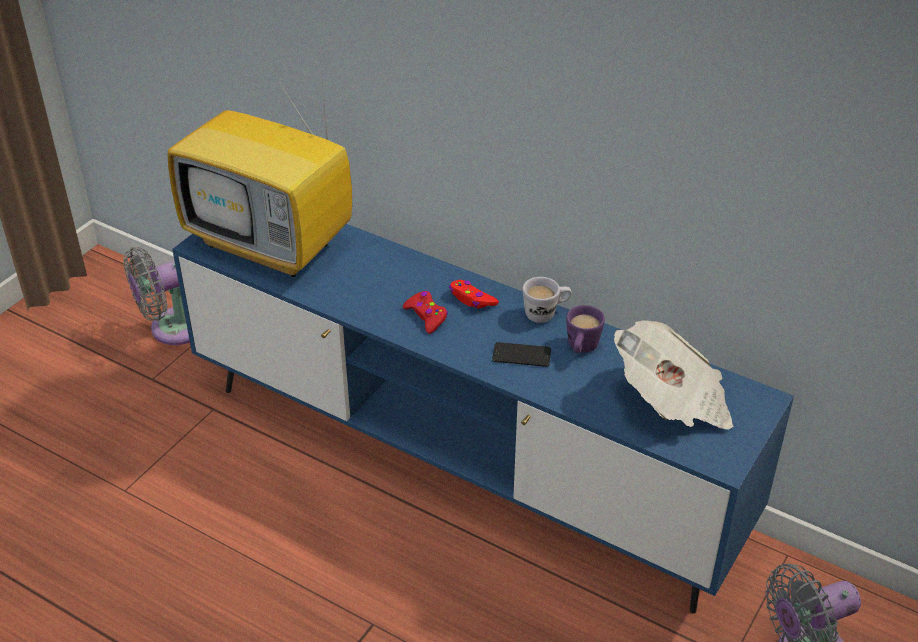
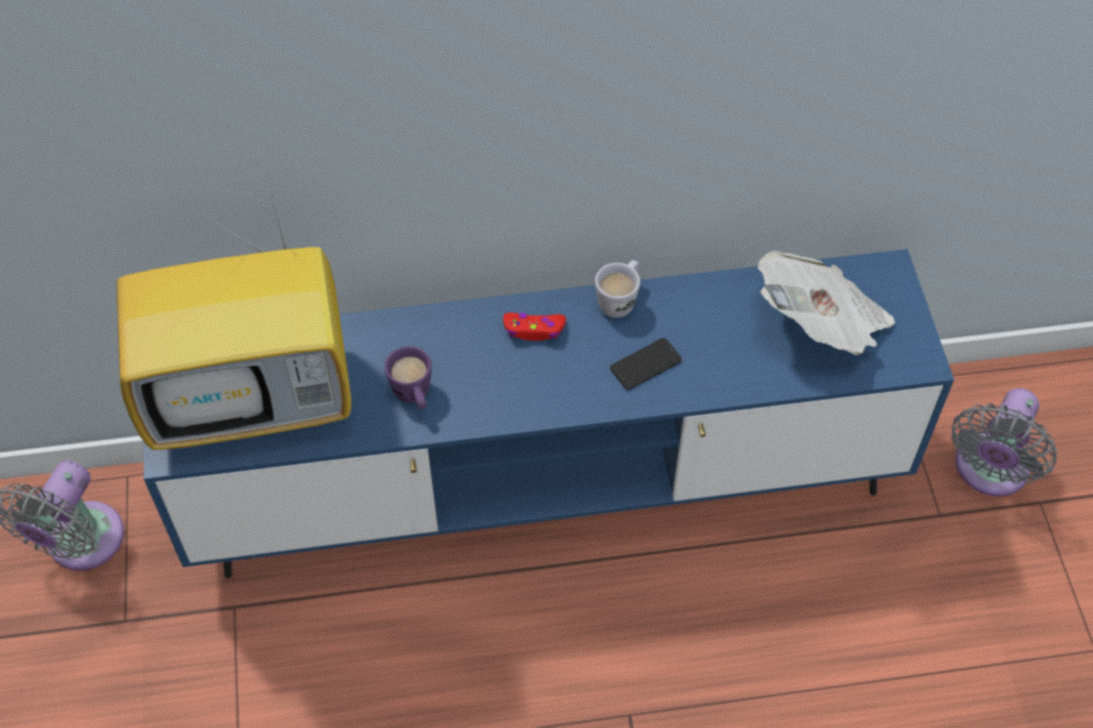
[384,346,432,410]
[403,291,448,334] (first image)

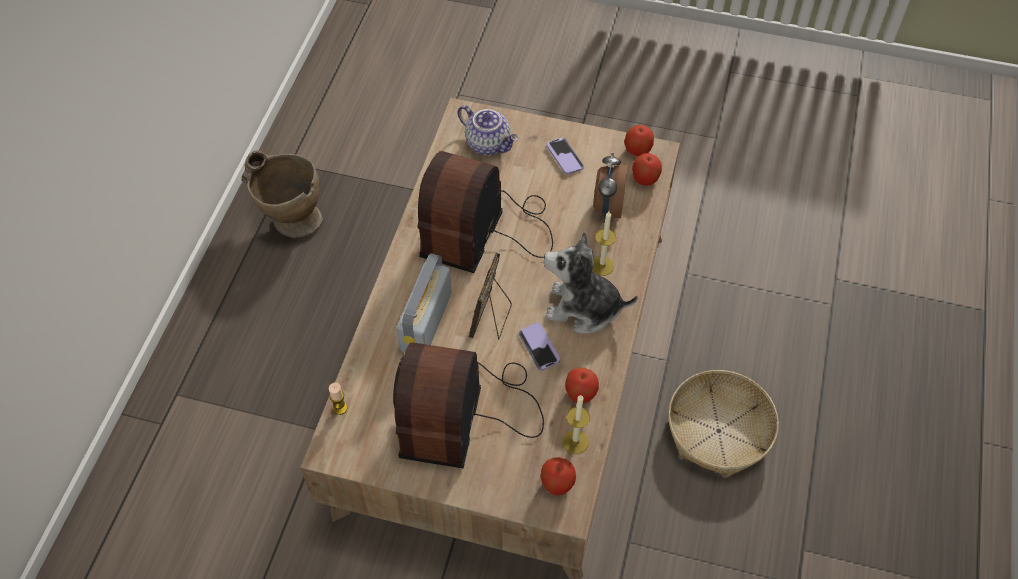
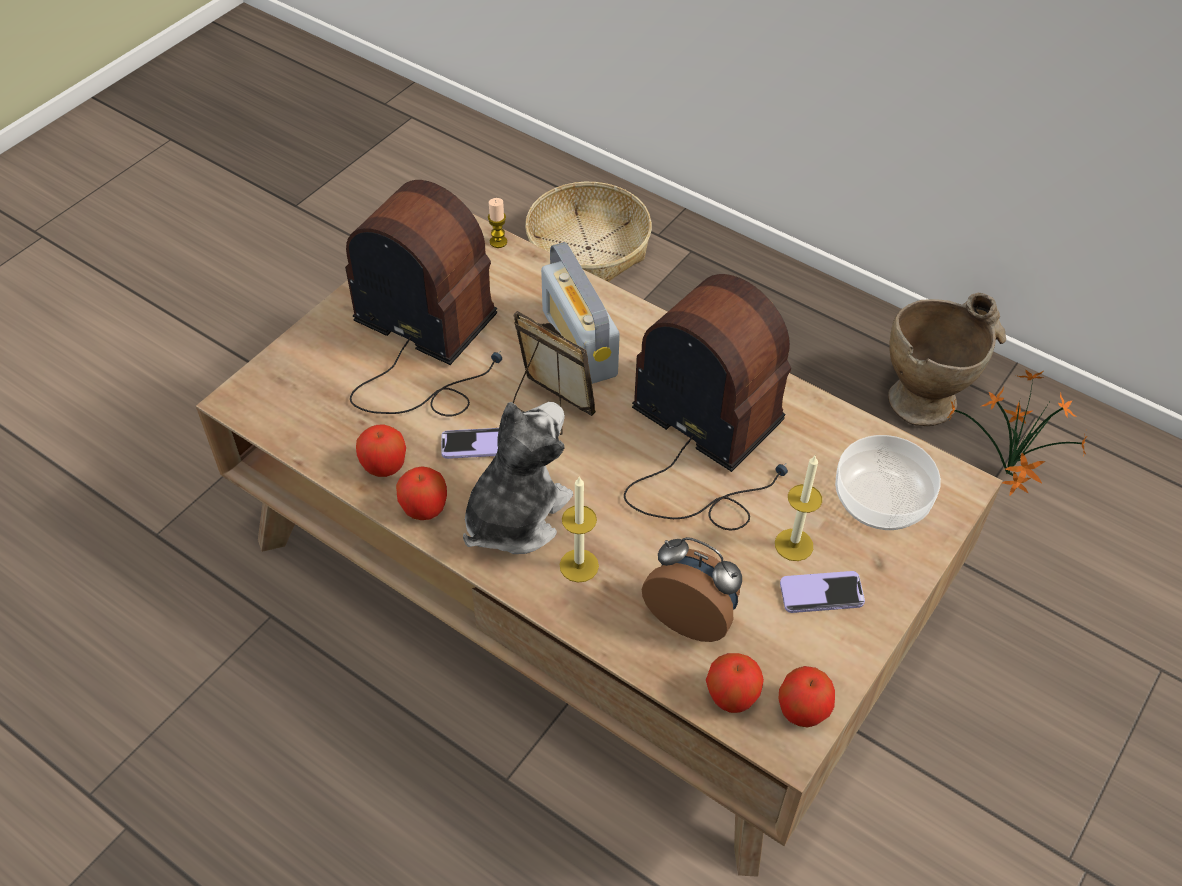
[396,466,447,520]
[525,182,652,282]
[541,242,620,384]
[775,454,822,561]
[835,435,941,530]
[947,369,1087,496]

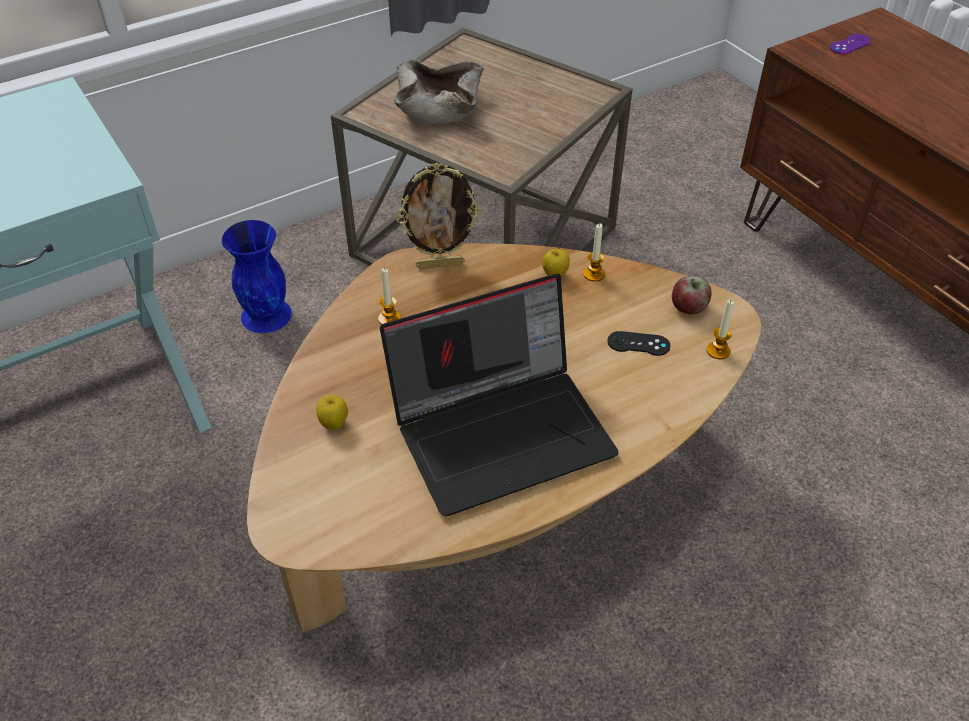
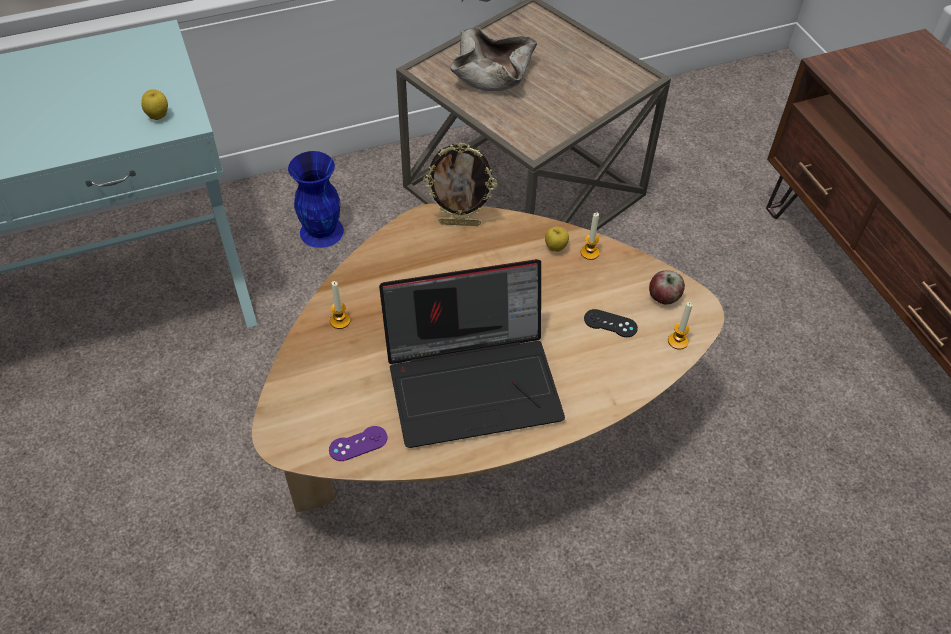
[141,89,168,120]
[329,426,387,461]
[330,281,350,329]

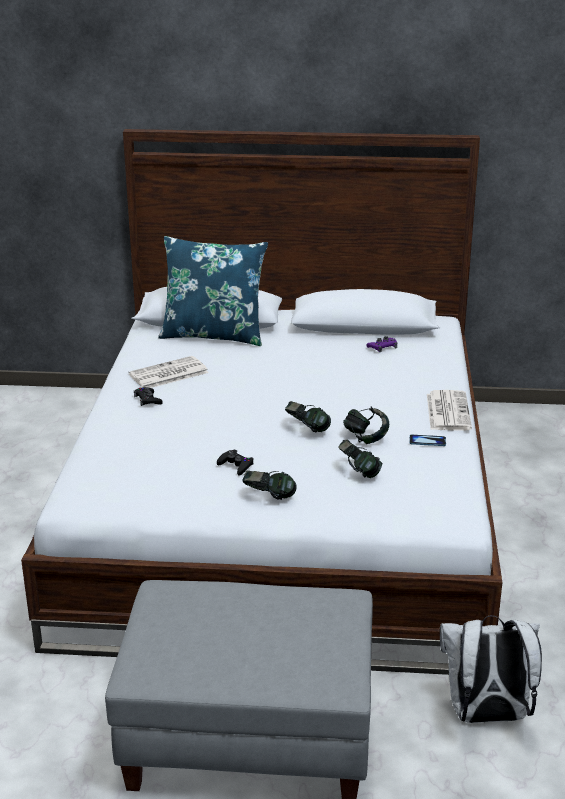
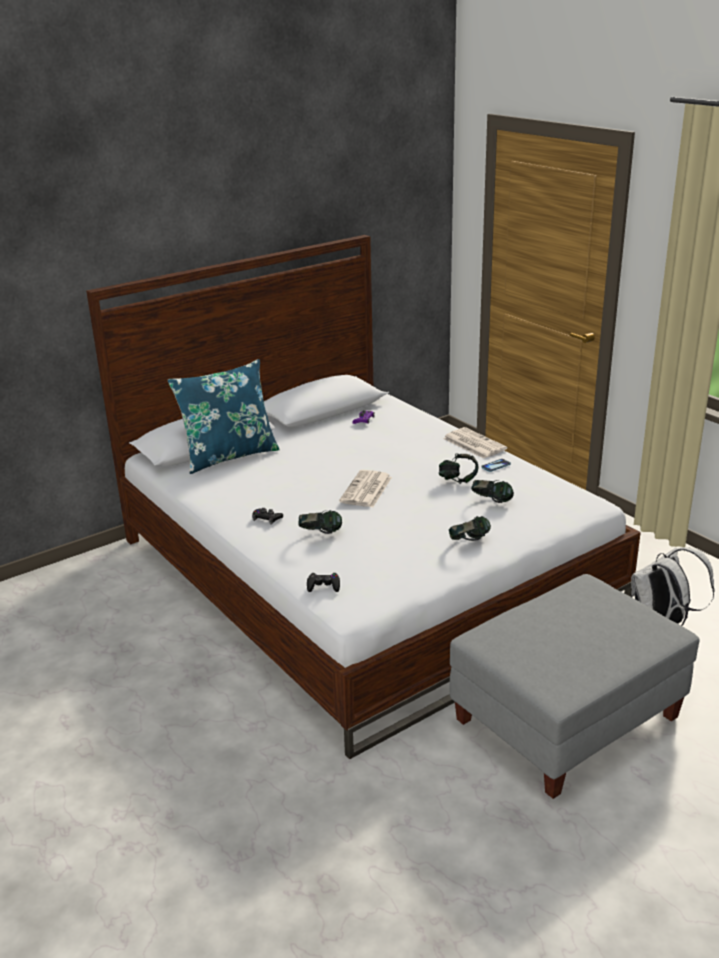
[298,510,342,534]
[307,573,340,592]
[339,470,392,507]

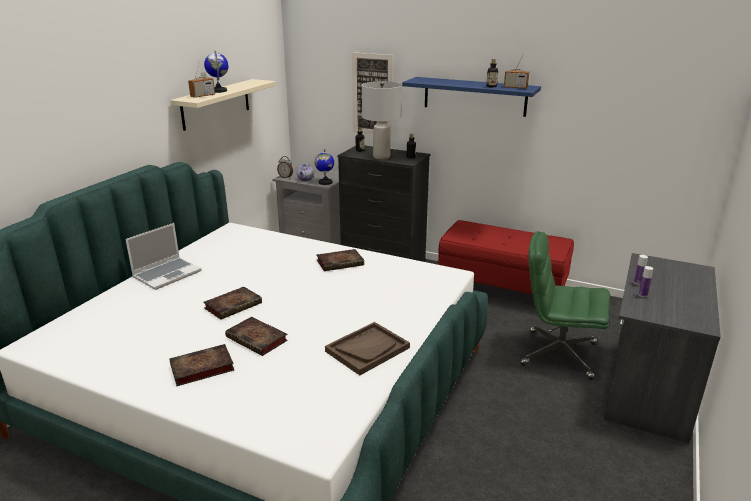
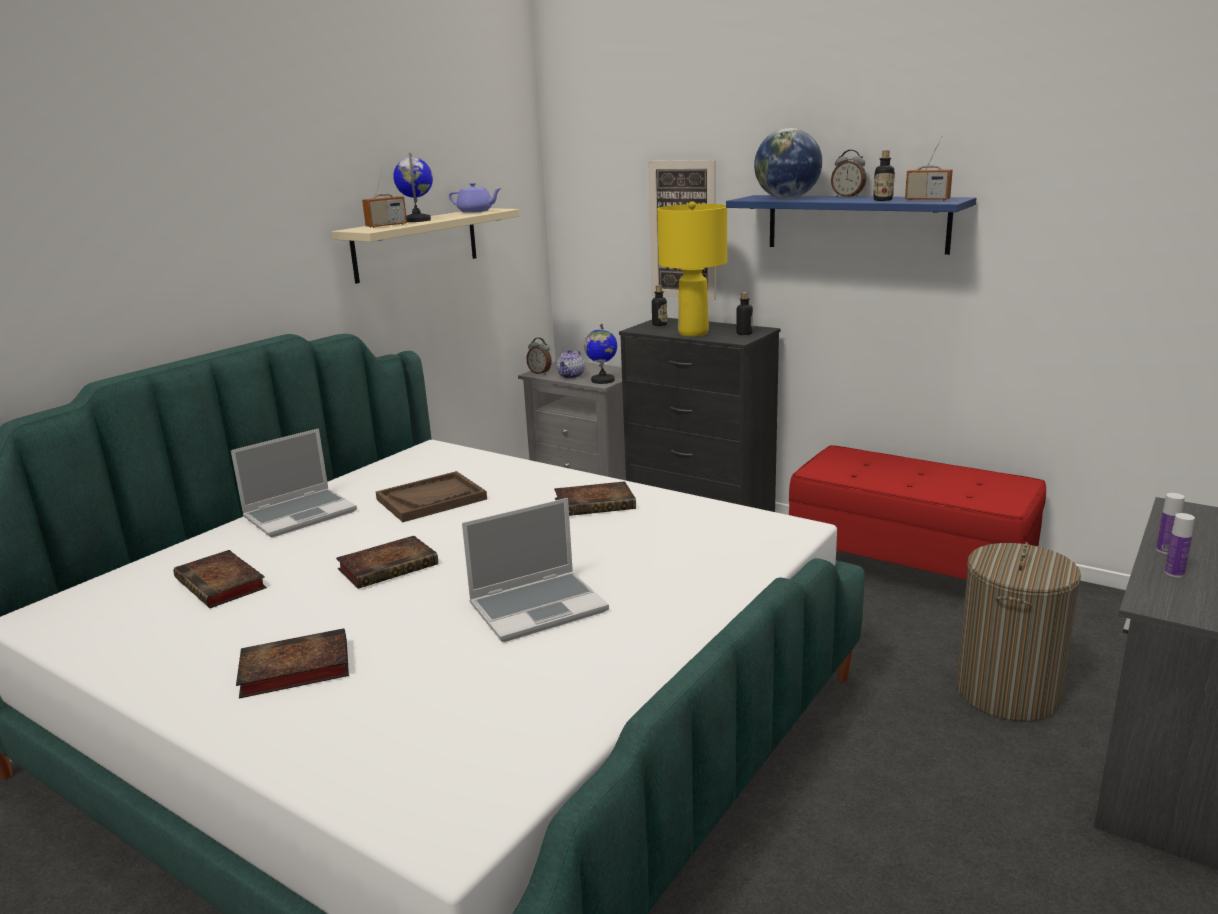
[173,550,267,608]
[376,471,487,522]
[449,183,502,213]
[462,498,609,642]
[657,201,727,337]
[754,128,822,199]
[831,150,866,197]
[956,542,1081,721]

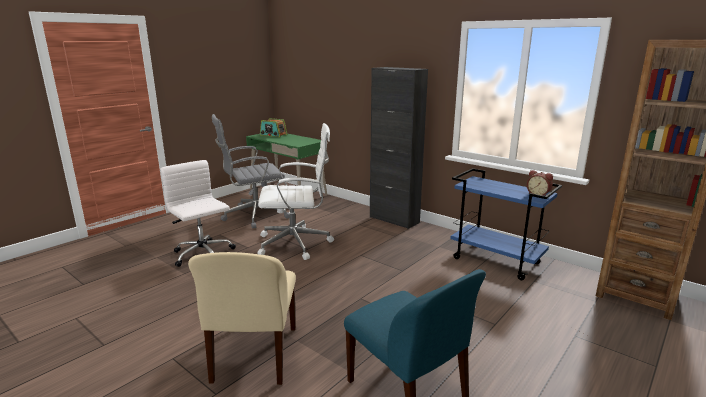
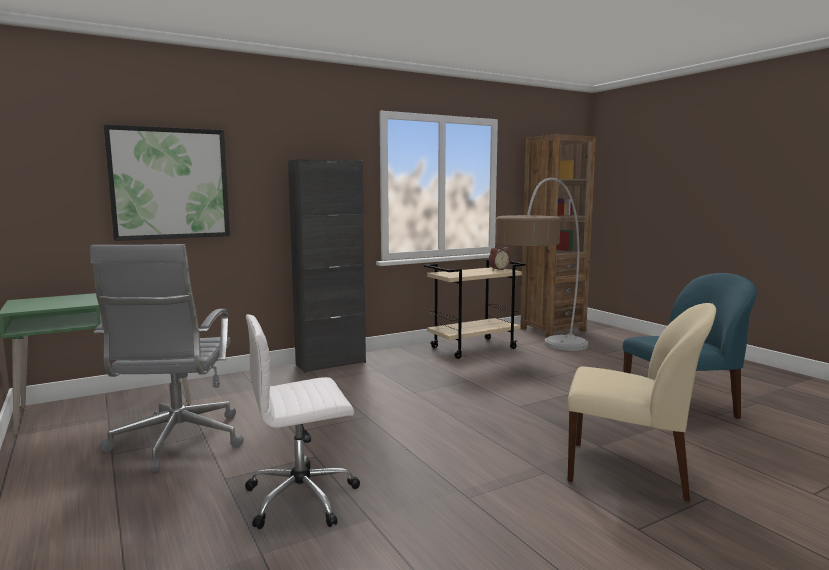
[103,124,230,241]
[424,260,525,359]
[495,178,588,351]
[258,123,334,260] (first image)
[260,118,287,137] (first image)

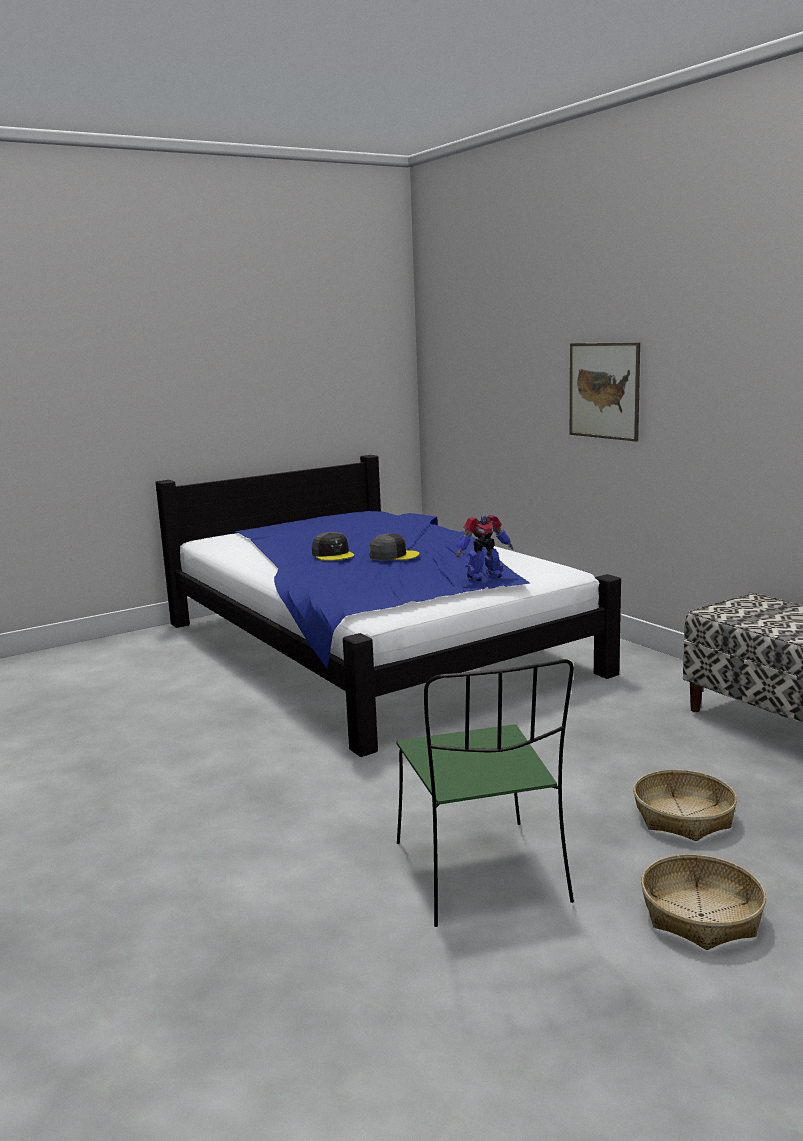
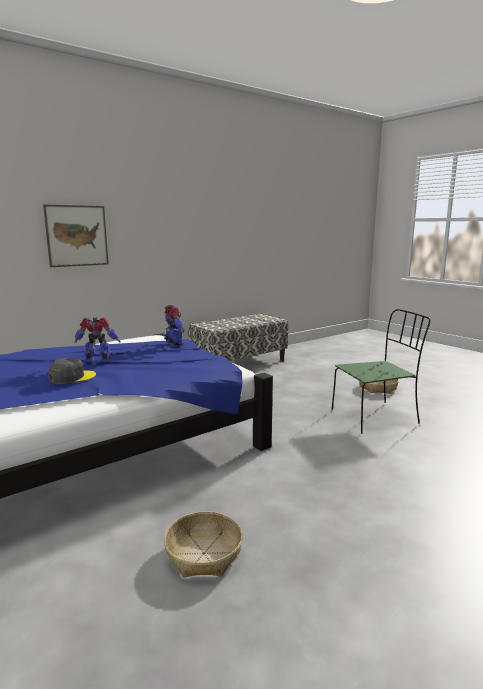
[75,317,121,362]
[164,511,243,577]

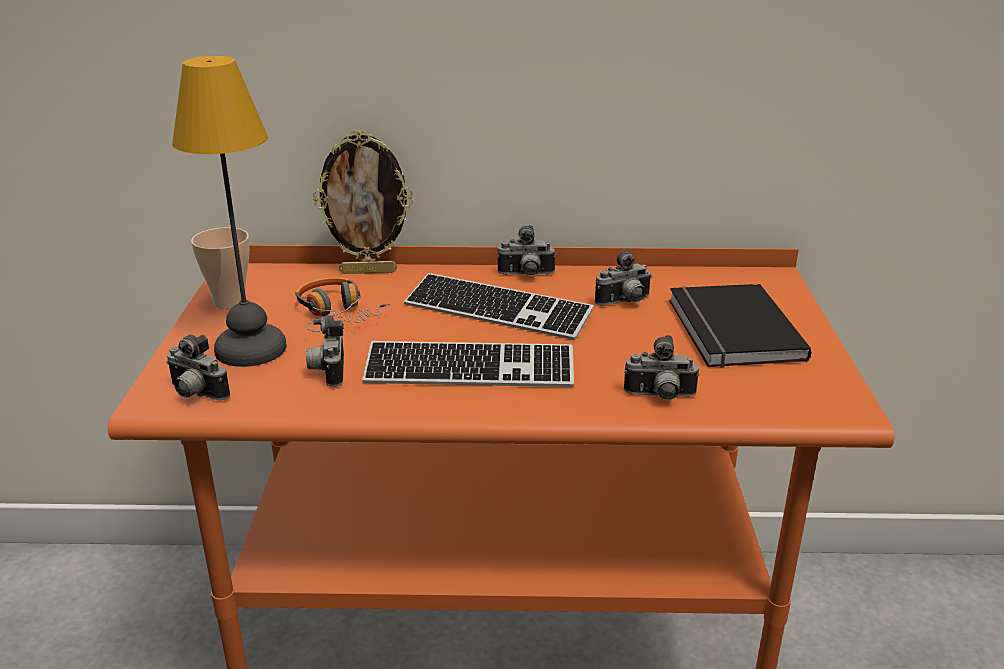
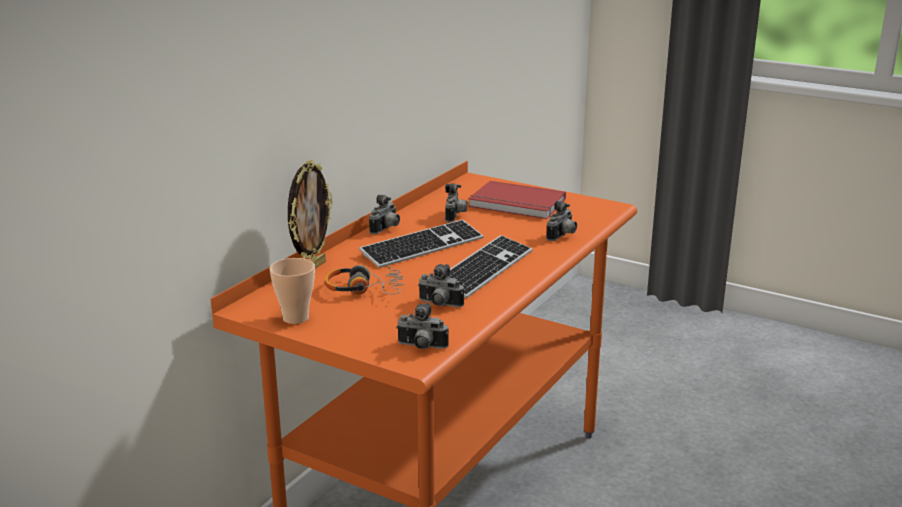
[396,303,449,349]
[468,181,566,219]
[172,56,287,367] (first image)

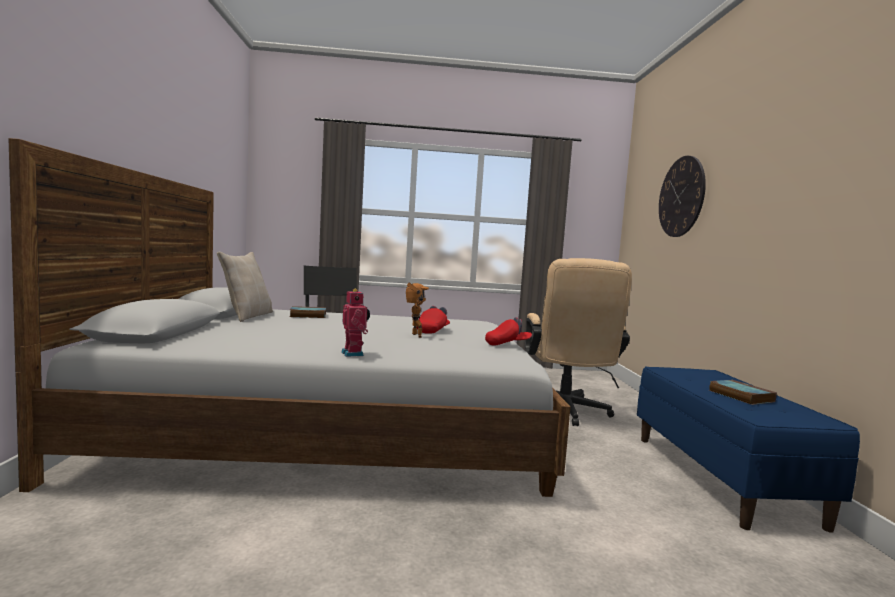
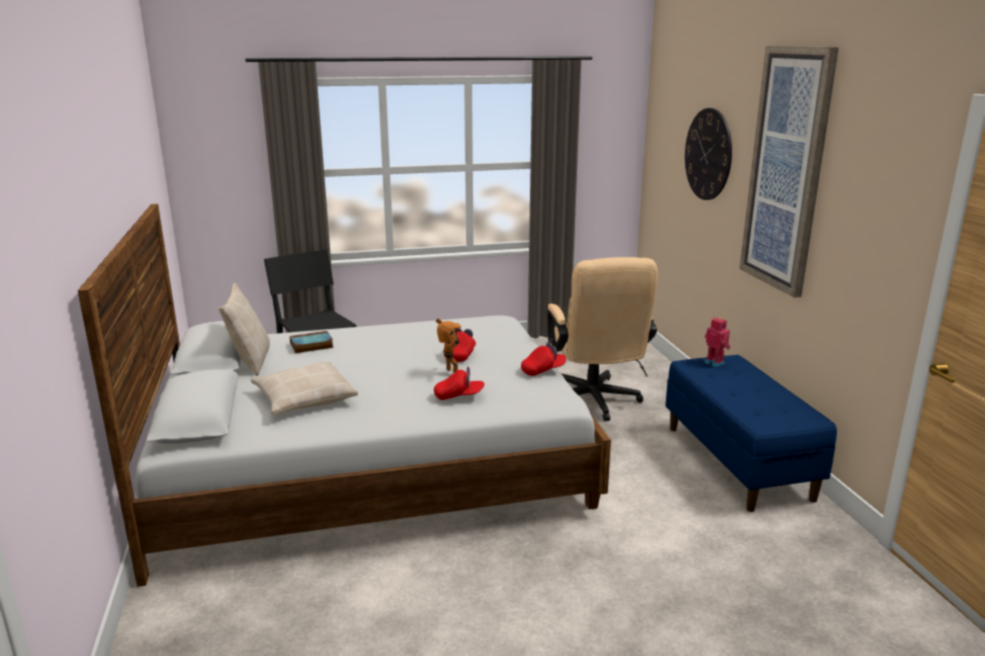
[251,362,358,415]
[434,367,484,400]
[704,316,731,367]
[740,46,839,298]
[709,380,777,405] (first image)

